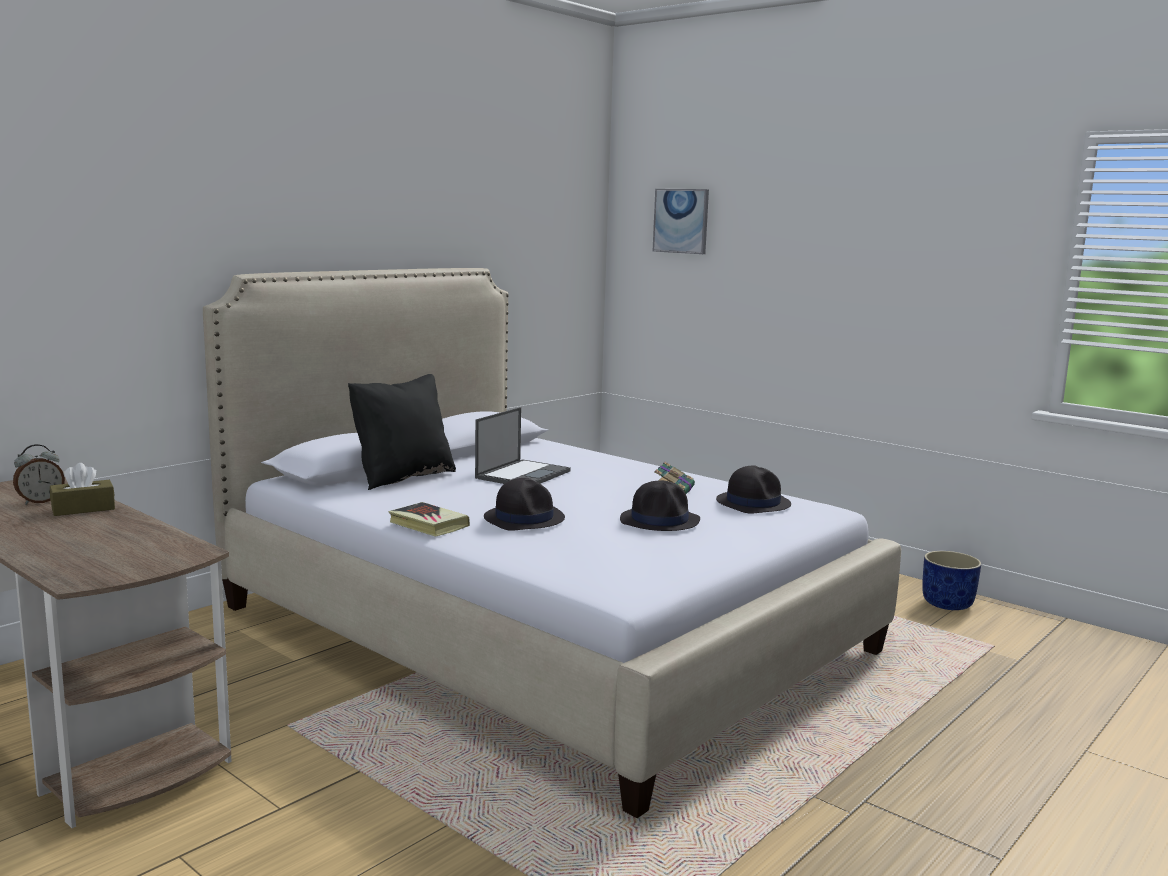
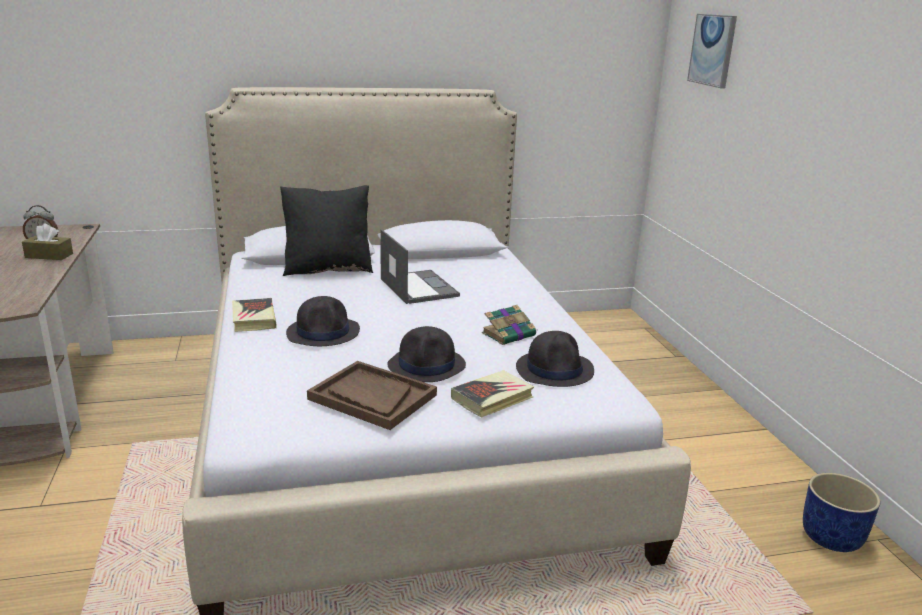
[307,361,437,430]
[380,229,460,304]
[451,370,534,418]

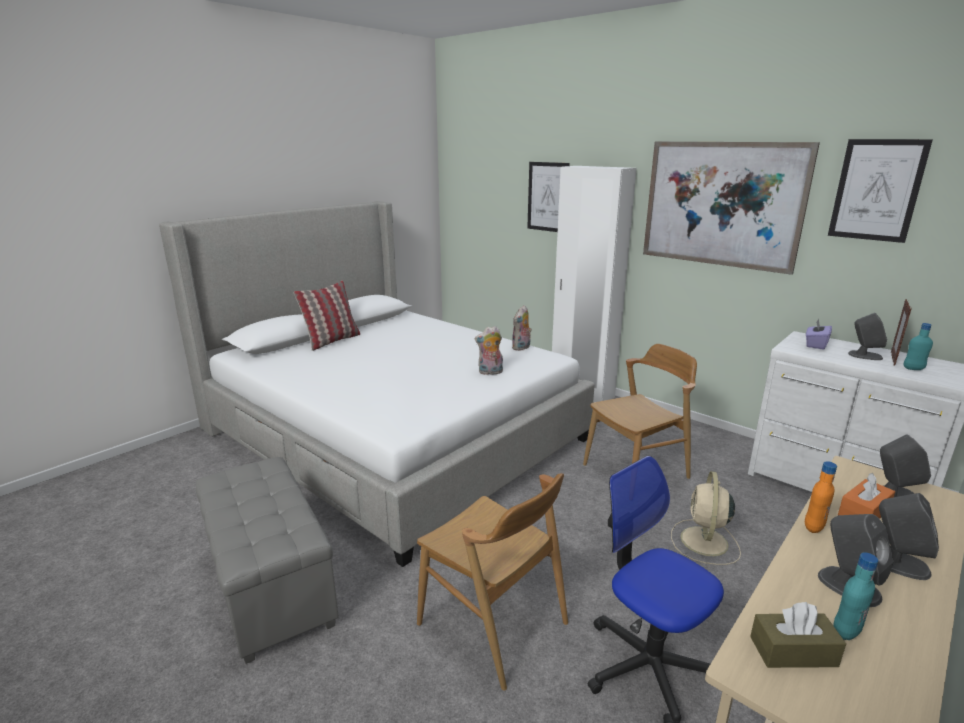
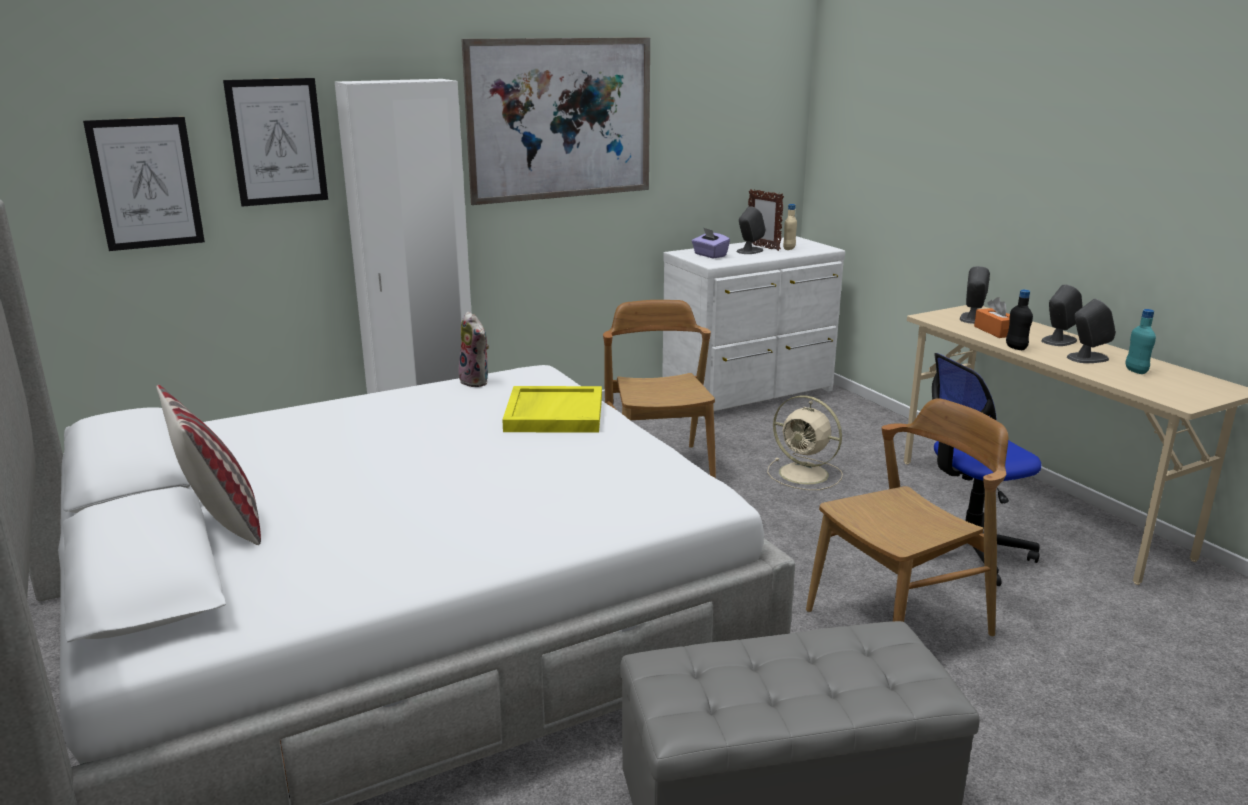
[83,117,205,251]
[502,386,602,433]
[783,204,797,250]
[1006,290,1033,350]
[750,602,846,668] (first image)

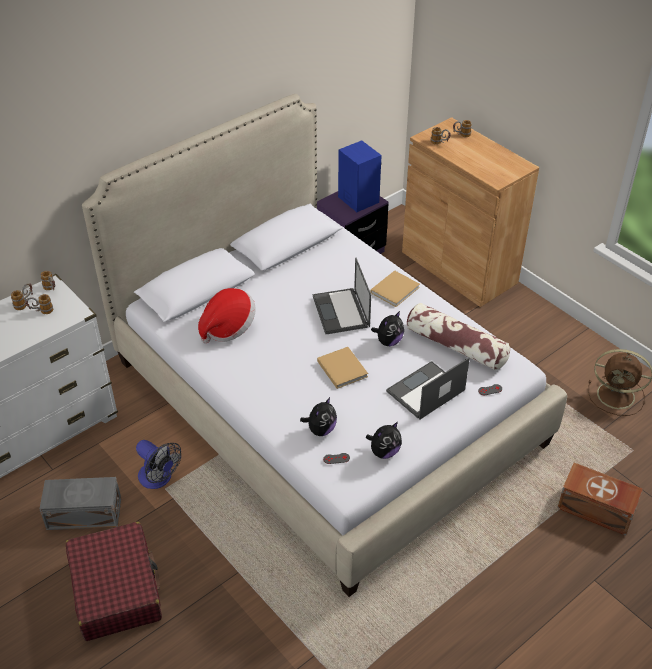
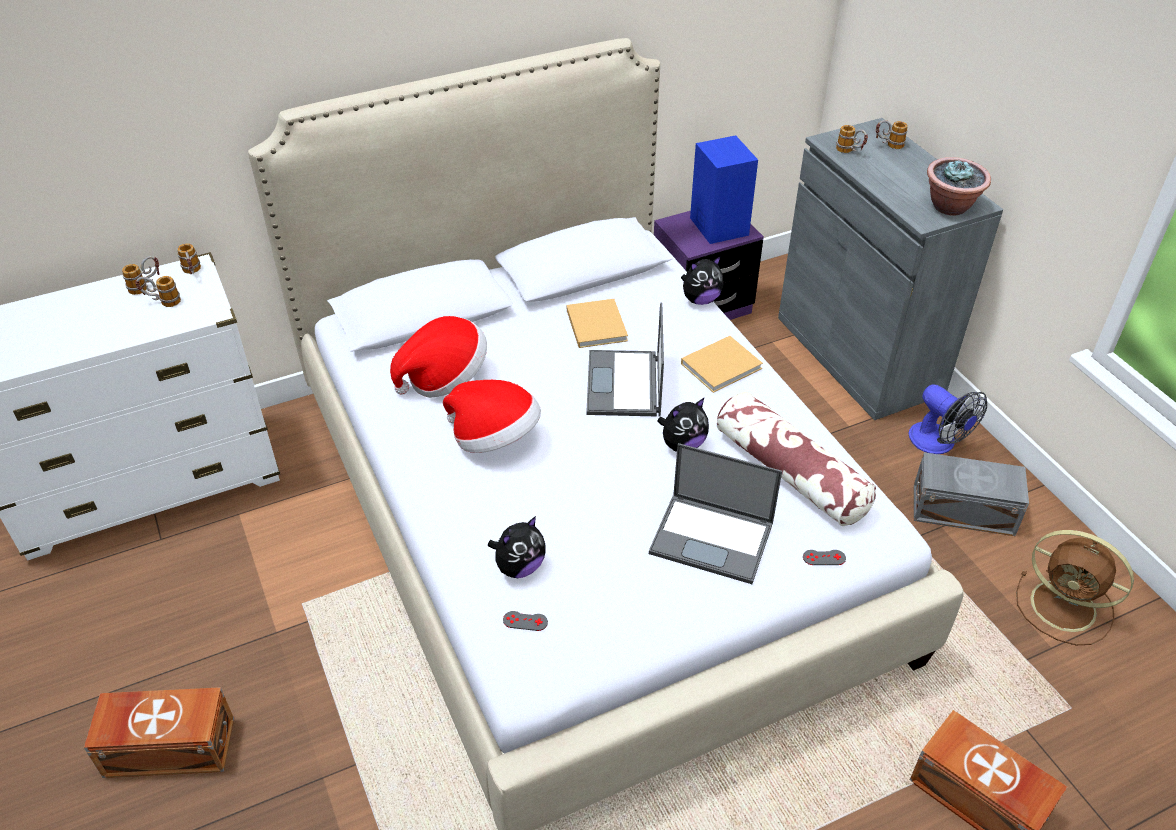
[84,687,234,778]
[443,380,541,453]
[567,299,628,348]
[649,443,782,584]
[681,256,724,305]
[778,118,1003,420]
[908,384,987,454]
[914,452,1029,536]
[927,157,991,216]

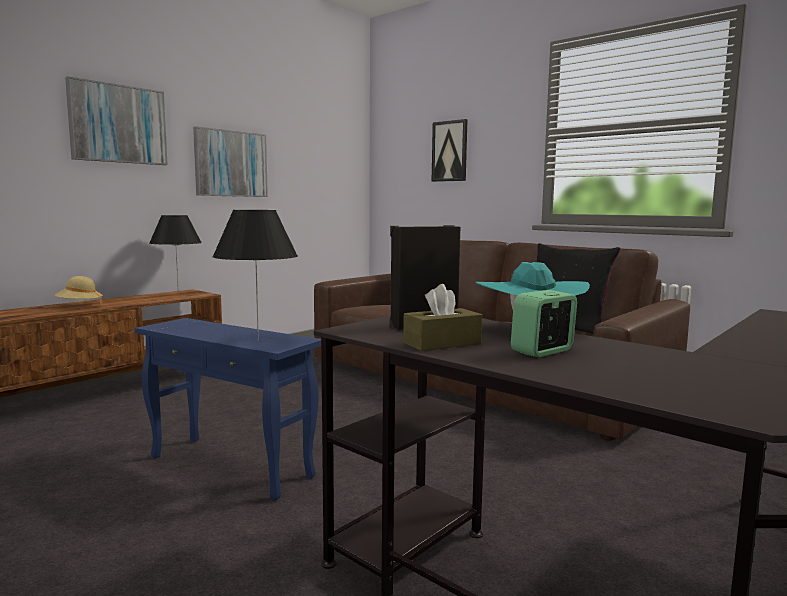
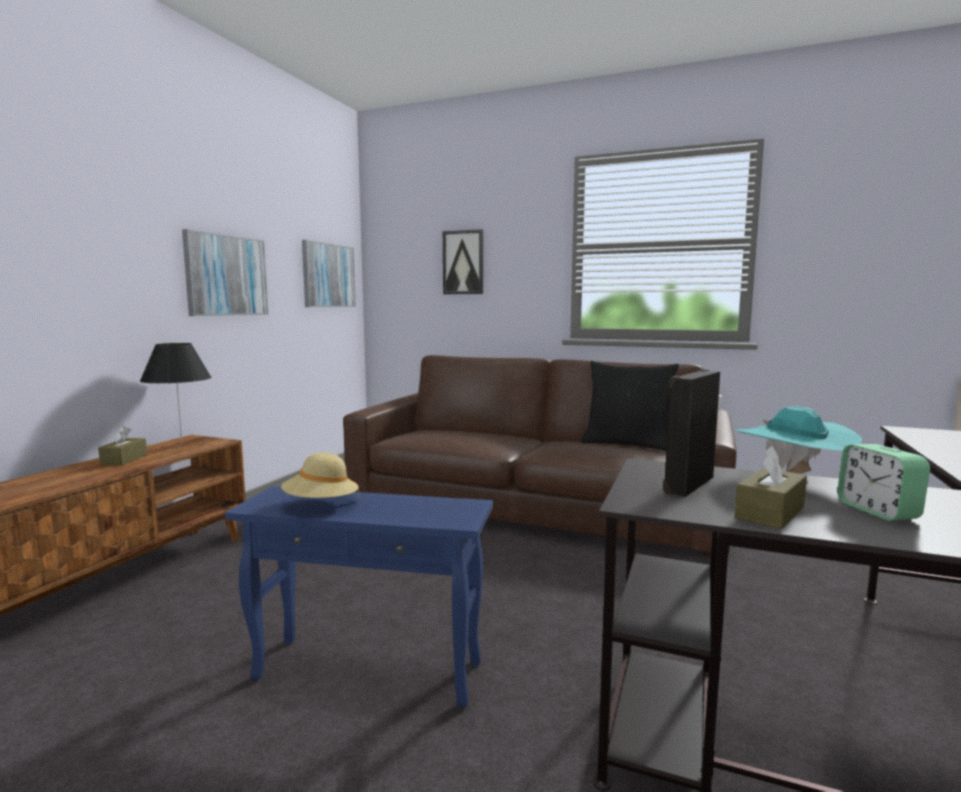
[98,426,147,466]
[281,453,359,498]
[302,240,356,307]
[837,444,930,521]
[212,210,298,341] (first image)

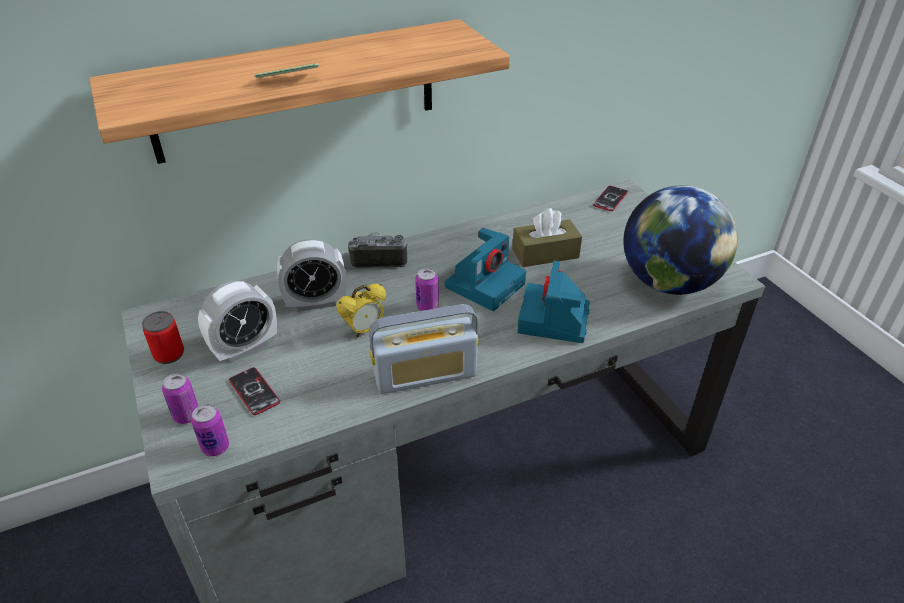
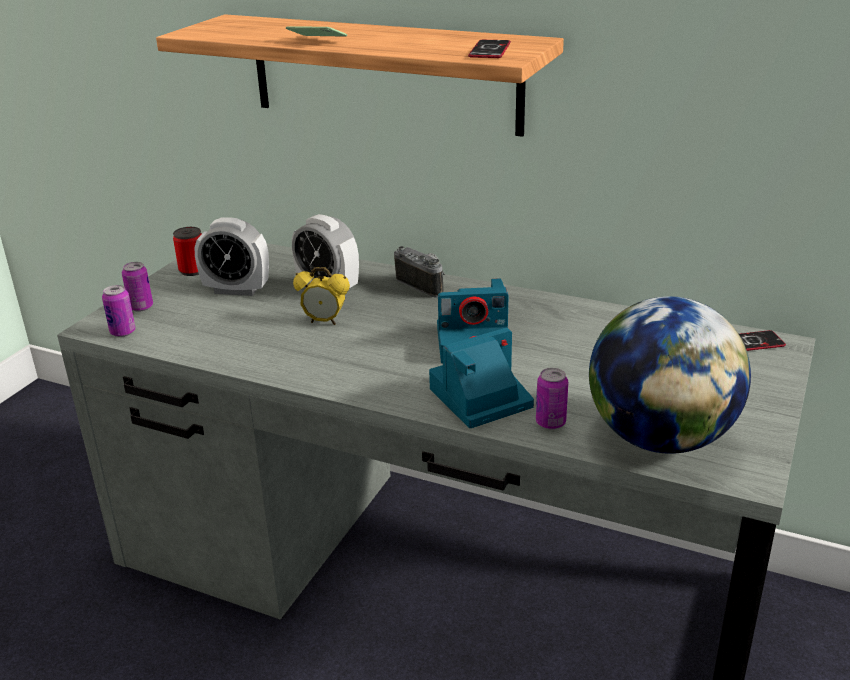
[468,40,511,58]
[536,368,568,429]
[369,304,479,394] (first image)
[512,208,582,267] (first image)

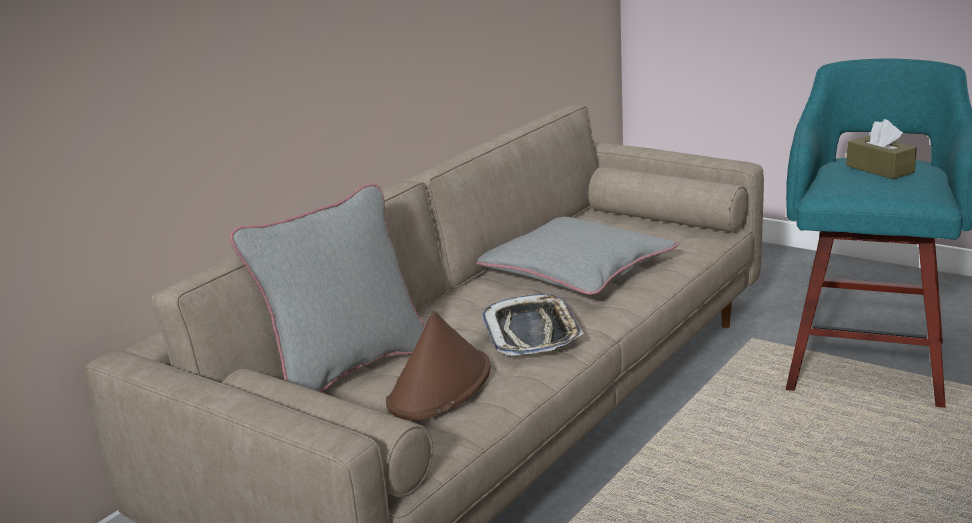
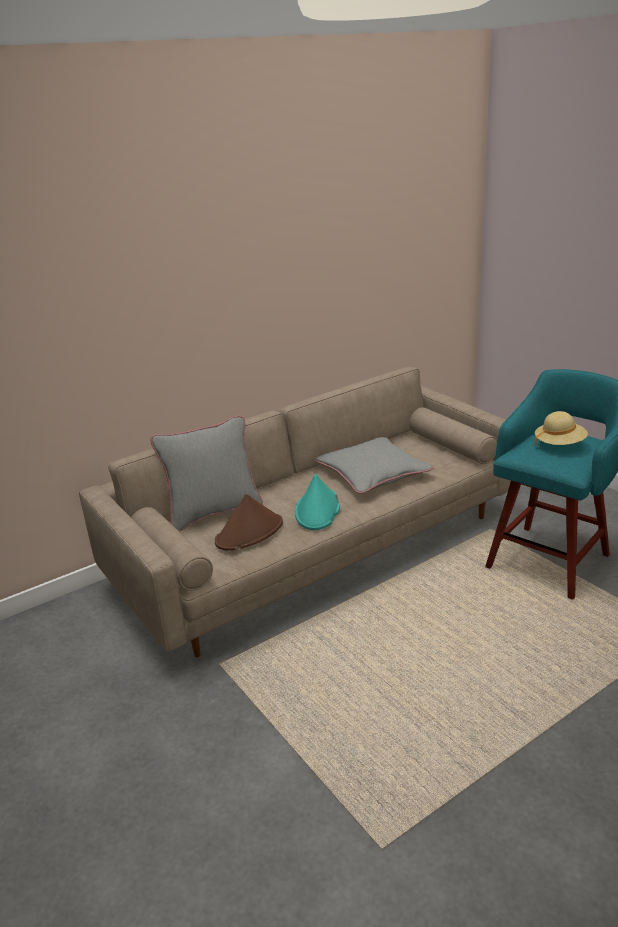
[295,474,340,530]
[535,411,588,447]

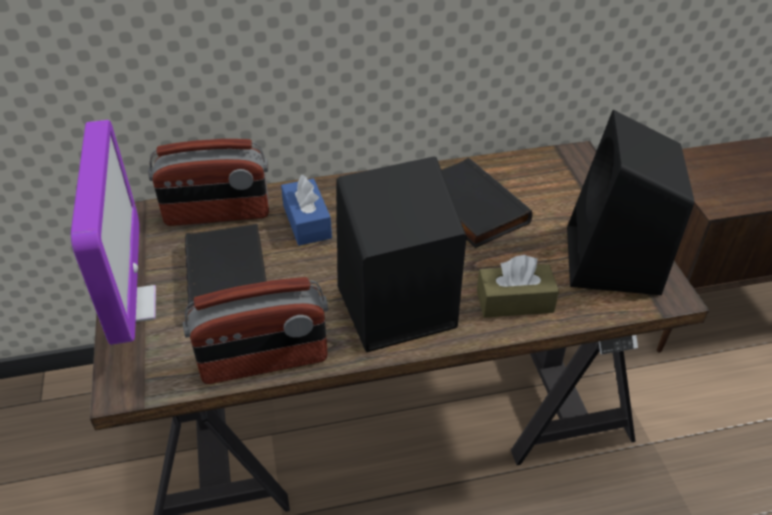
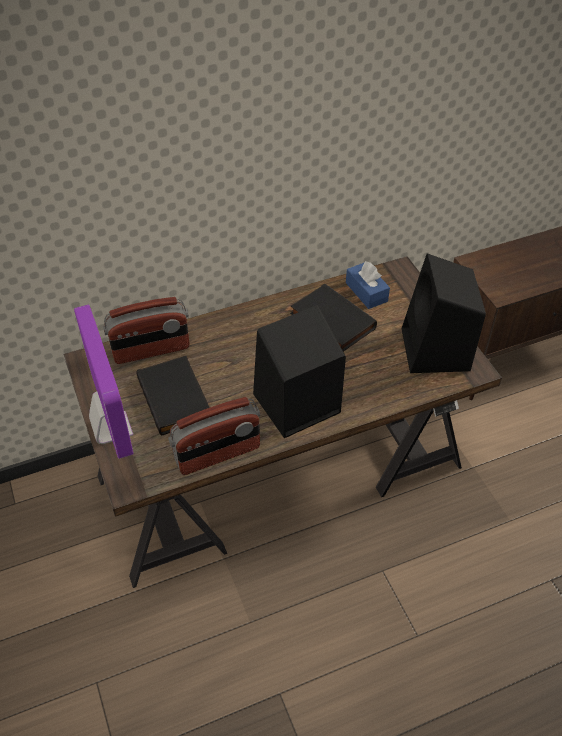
[346,261,390,309]
[477,255,559,318] (first image)

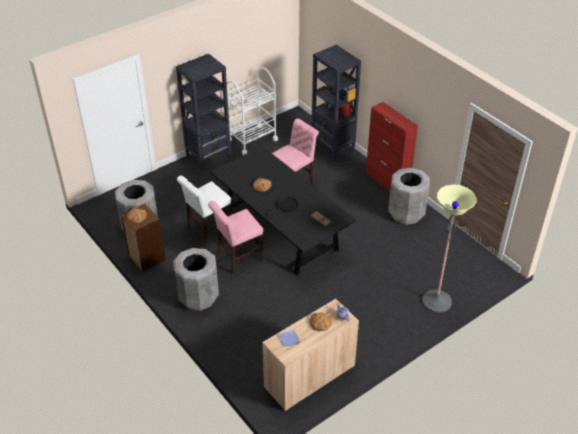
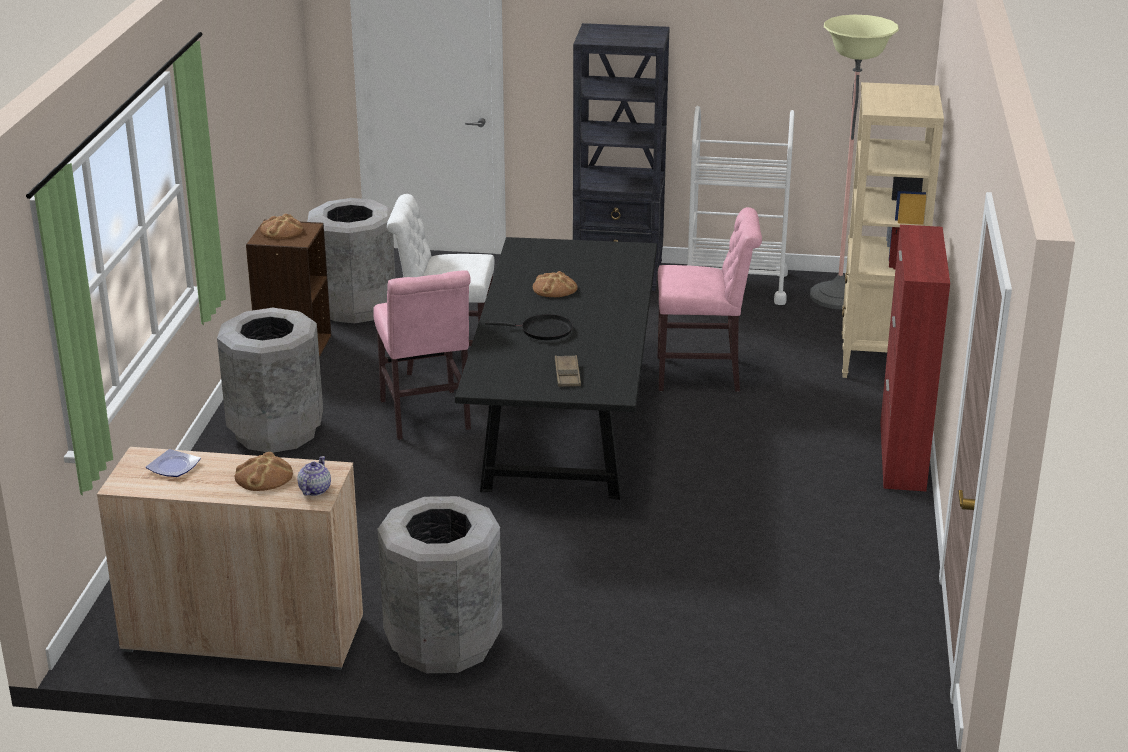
[373,270,471,440]
[378,496,502,673]
[810,15,899,309]
[842,82,944,378]

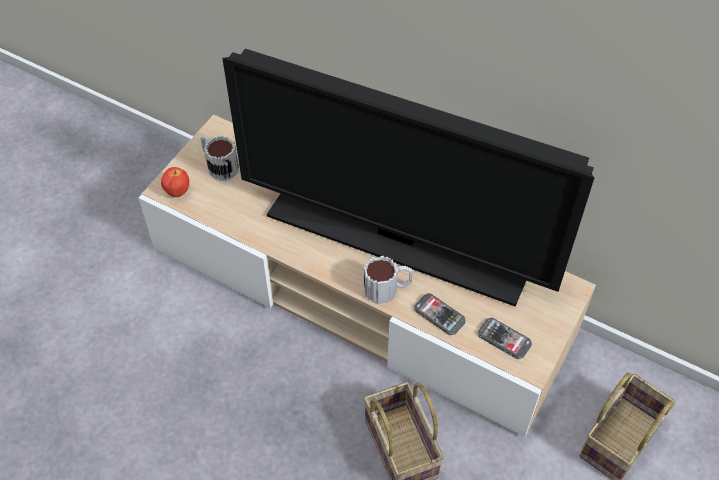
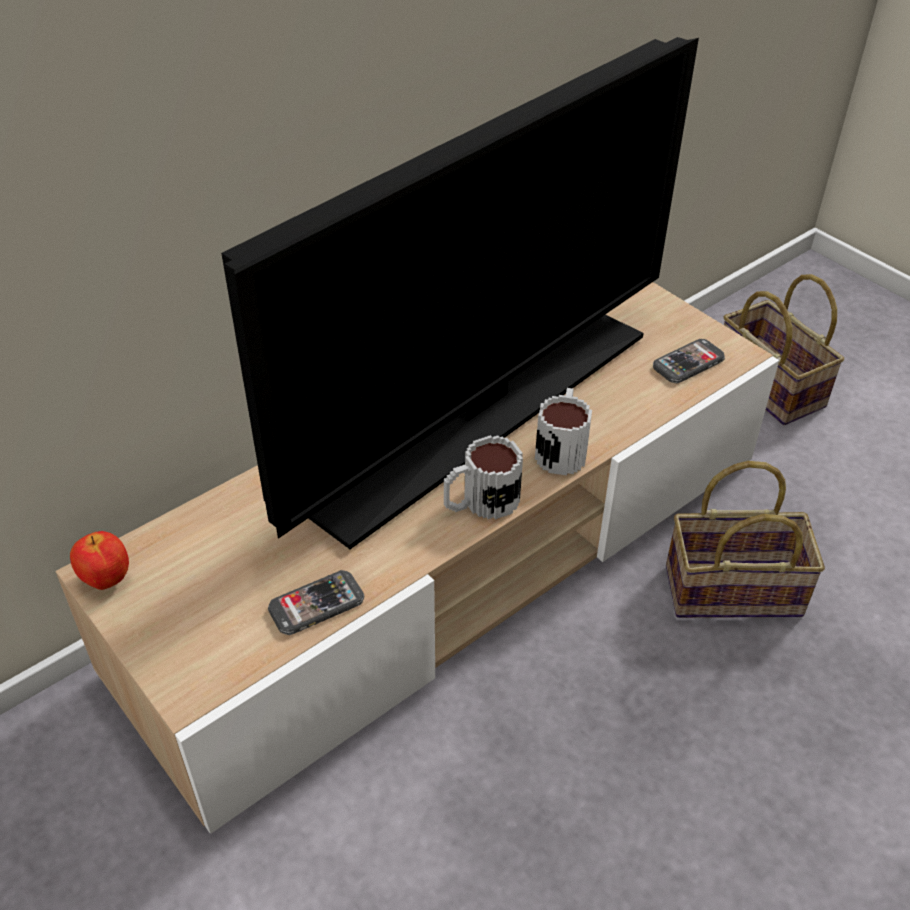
[70,531,129,590]
[268,570,364,635]
[444,435,523,520]

